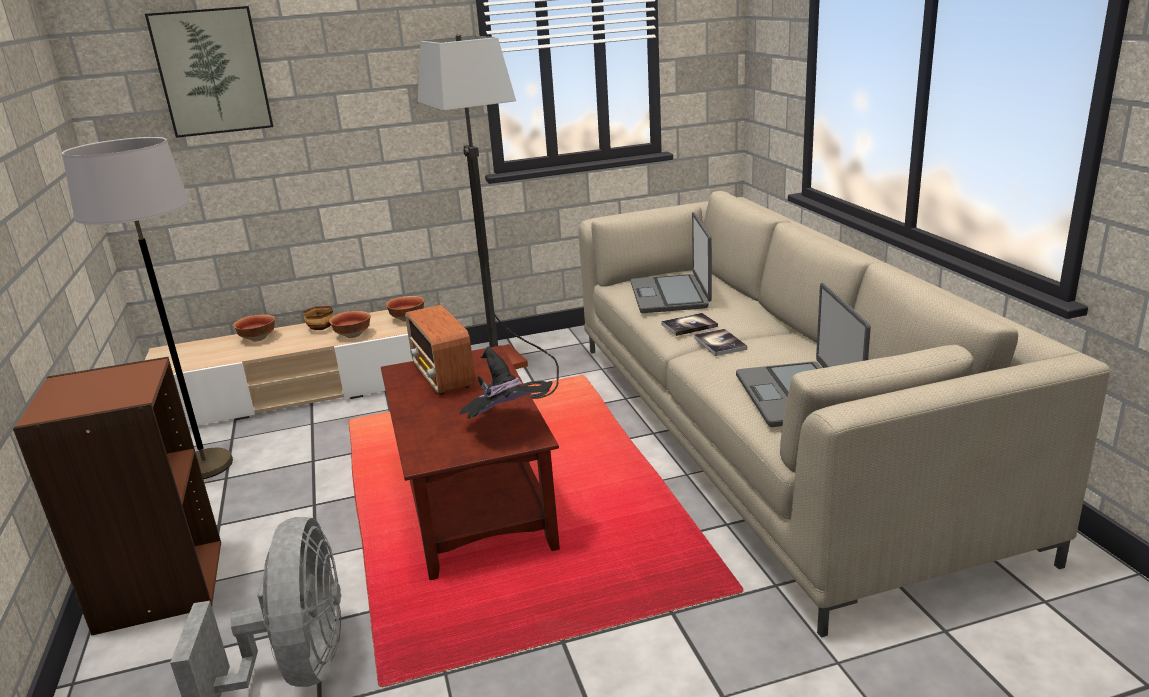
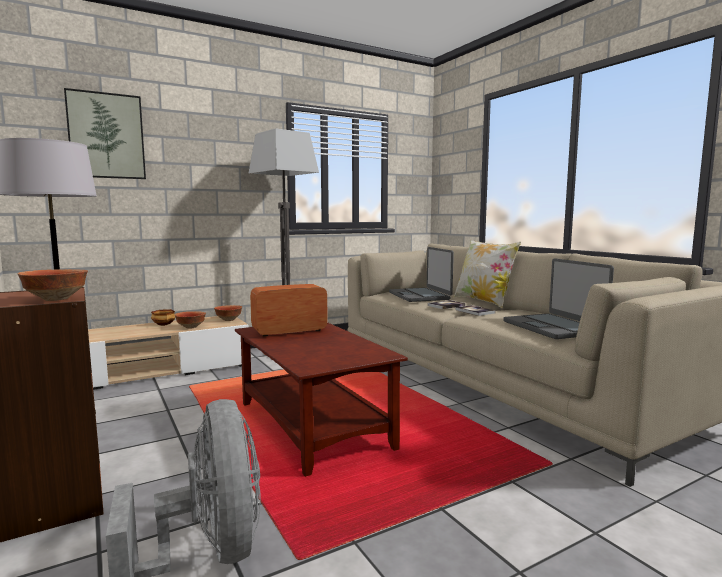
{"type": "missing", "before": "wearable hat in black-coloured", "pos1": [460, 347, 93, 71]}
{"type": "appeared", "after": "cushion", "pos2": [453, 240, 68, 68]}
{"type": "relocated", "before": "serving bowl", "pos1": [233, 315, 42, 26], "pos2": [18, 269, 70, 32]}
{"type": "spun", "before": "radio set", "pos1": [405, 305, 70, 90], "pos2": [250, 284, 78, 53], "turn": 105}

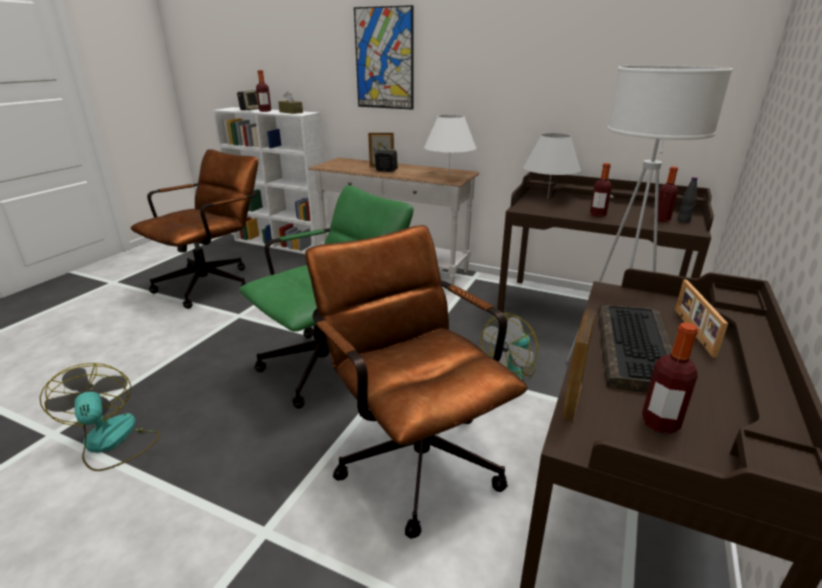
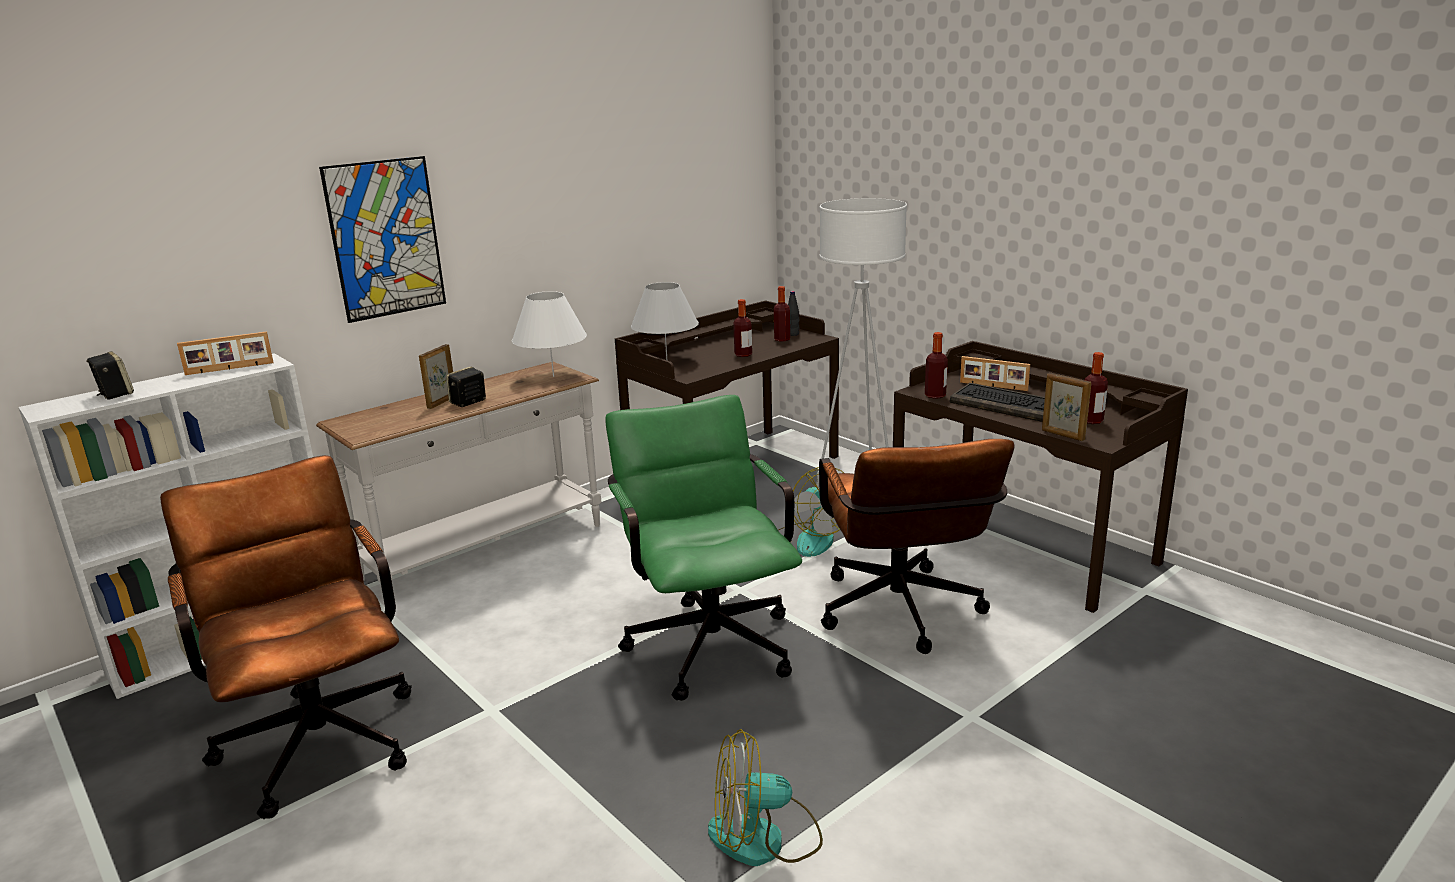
{"type": "relocated", "before": "bottle", "pos1": [256, 70, 15, 42], "pos2": [925, 332, 23, 67]}
{"type": "exchanged", "before": "tissue holder in brownish", "after": "standing frame", "pos1": [278, 91, 25, 23], "pos2": [177, 331, 97, 44]}
{"type": "spun", "before": "computer chair in brownish", "pos1": [305, 225, 223, 314], "pos2": [819, 439, 195, 215], "turn": -90}

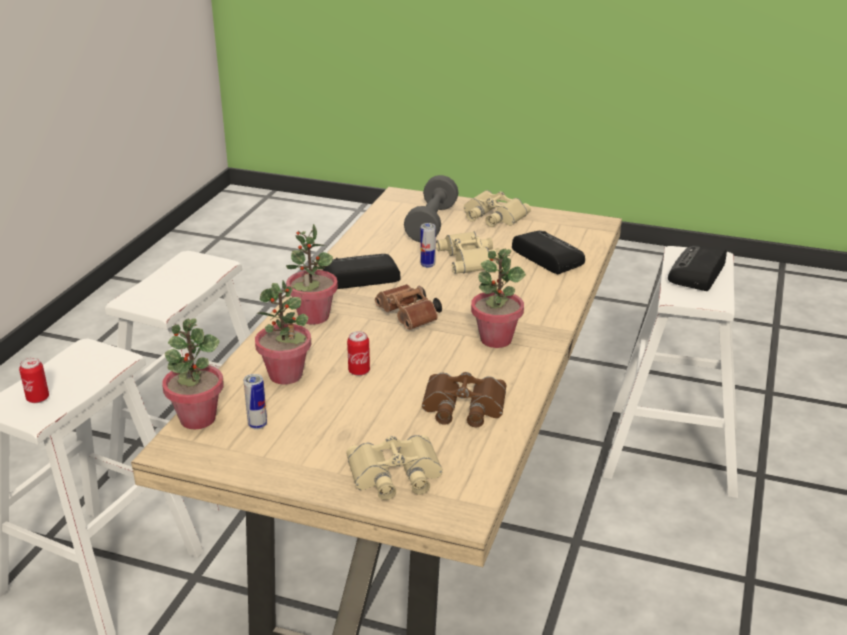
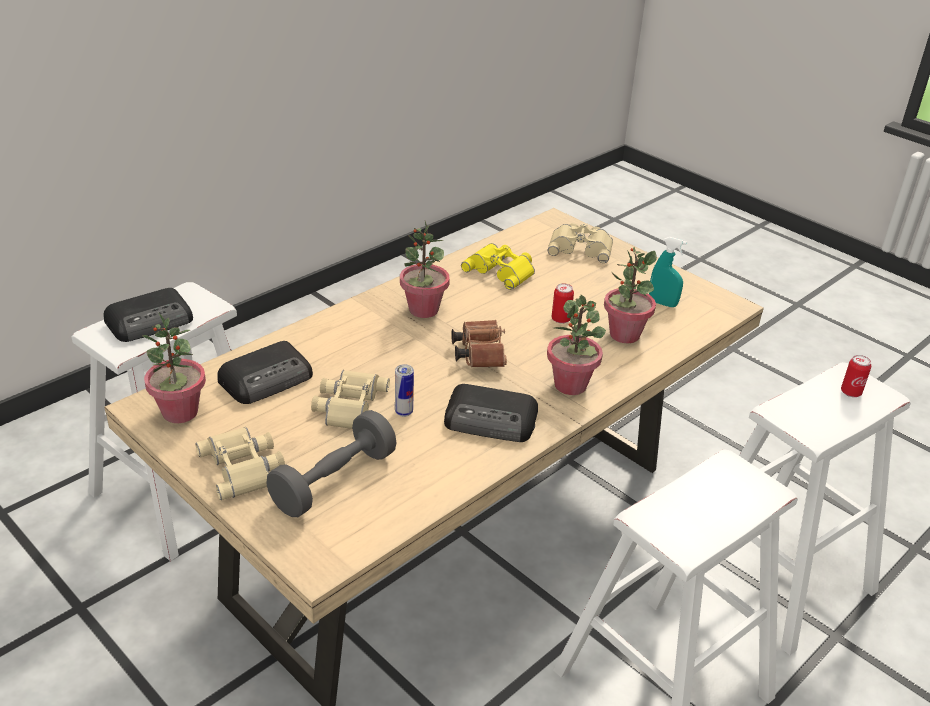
{"type": "relocated", "before": "houseplant", "pos1": [162, 318, 62, 111], "pos2": [142, 313, 64, 110]}
{"type": "exchanged", "before": "can", "after": "spray bottle in turquoise", "pos1": [244, 374, 23, 56], "pos2": [649, 237, 38, 70]}
{"type": "colour", "before": "binoculars in brownish", "after": "binoculars in yellow", "pos1": [422, 372, 84, 55], "pos2": [461, 243, 74, 47]}
{"type": "spun", "before": "radio set", "pos1": [512, 231, 73, 43], "pos2": [217, 341, 96, 63], "turn": -120}

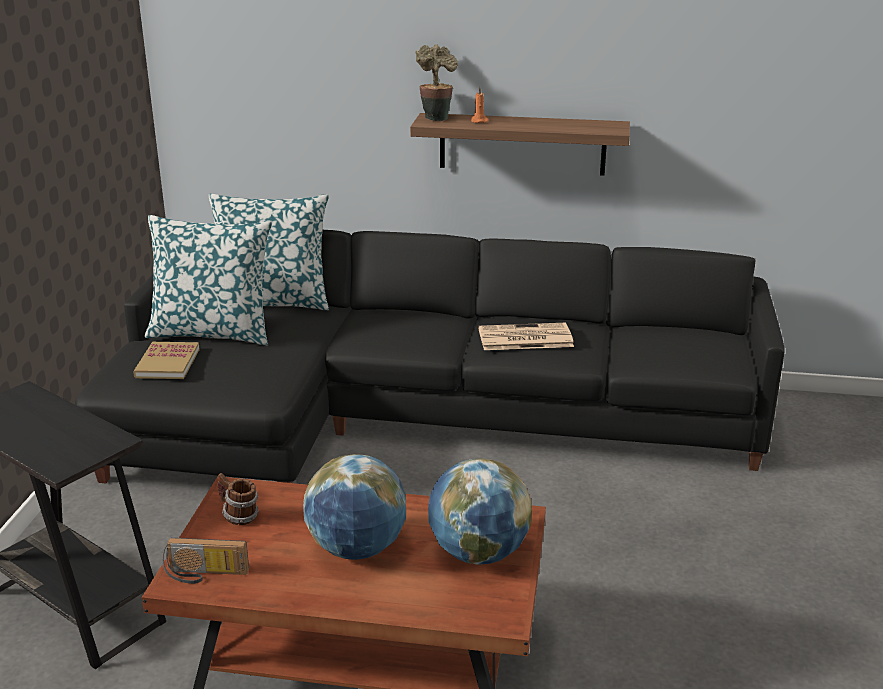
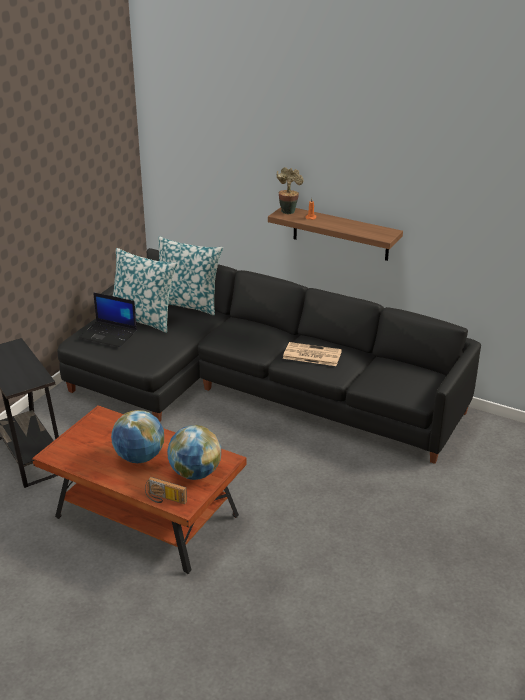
{"type": "missing", "before": "coffee mug", "pos1": [217, 473, 42, 52]}
{"type": "relocated", "before": "radio set", "pos1": [162, 538, 87, 46], "pos2": [145, 477, 42, 27]}
{"type": "exchanged", "before": "book", "after": "portable computer", "pos1": [133, 342, 67, 37], "pos2": [79, 292, 58, 55]}

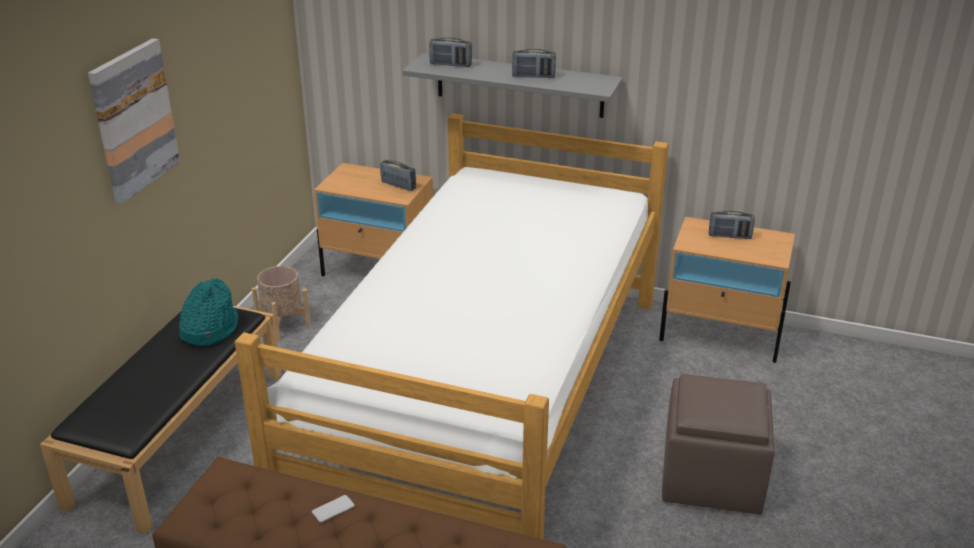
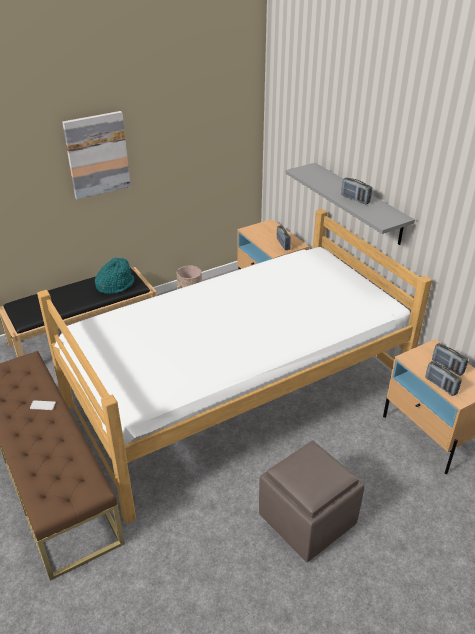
{"type": "relocated", "before": "radio set", "pos1": [429, 38, 43, 29], "pos2": [425, 361, 37, 35]}

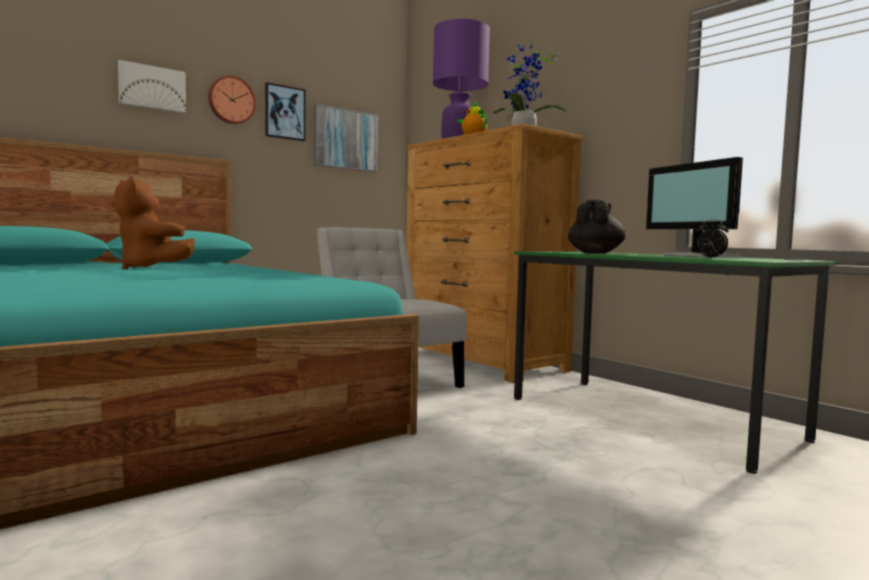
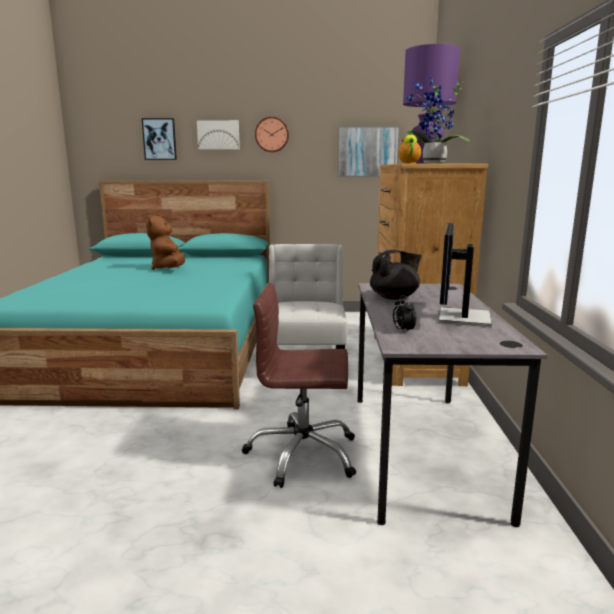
{"type": "appeared", "after": "computer chair in brownish", "pos2": [242, 283, 114, 205]}
{"type": "relocated", "before": "wall art", "pos1": [265, 82, 40, 59], "pos2": [142, 118, 35, 42]}
{"type": "colour", "before": "desk in green-coloured", "after": "desk in greyish", "pos1": [514, 251, 322, 223], "pos2": [357, 283, 191, 244]}

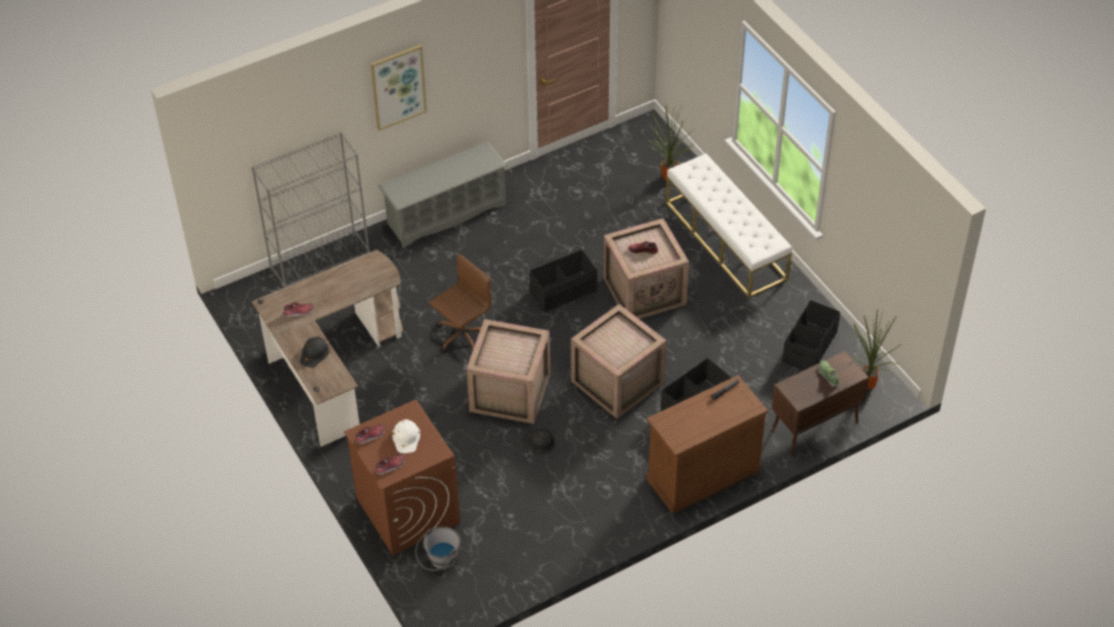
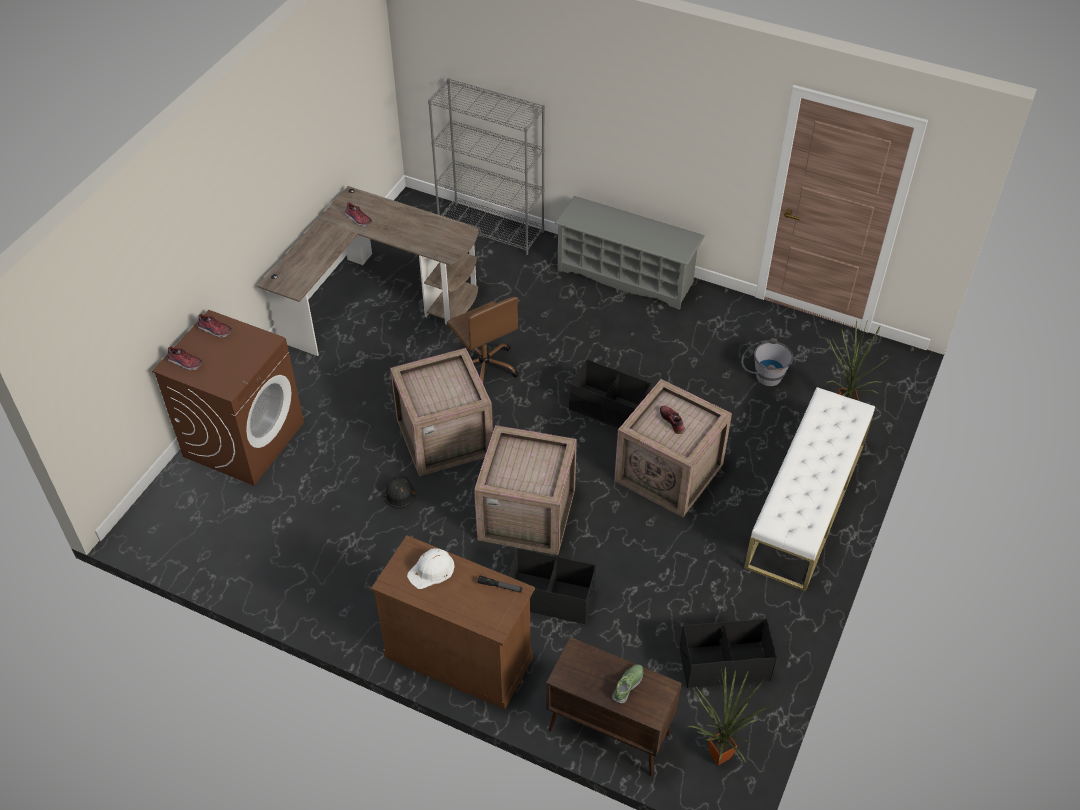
{"type": "missing", "before": "hard hat in black-coloured", "pos1": [300, 337, 30, 31]}
{"type": "missing", "before": "wall art", "pos1": [371, 45, 56, 86]}
{"type": "relocated", "before": "hard hat in white", "pos1": [392, 419, 28, 34], "pos2": [407, 548, 48, 41]}
{"type": "relocated", "before": "pail in greyish", "pos1": [415, 527, 46, 44], "pos2": [741, 338, 52, 48]}
{"type": "spun", "before": "computer chair in brownish", "pos1": [429, 254, 62, 100], "pos2": [447, 297, 72, 86], "turn": 45}

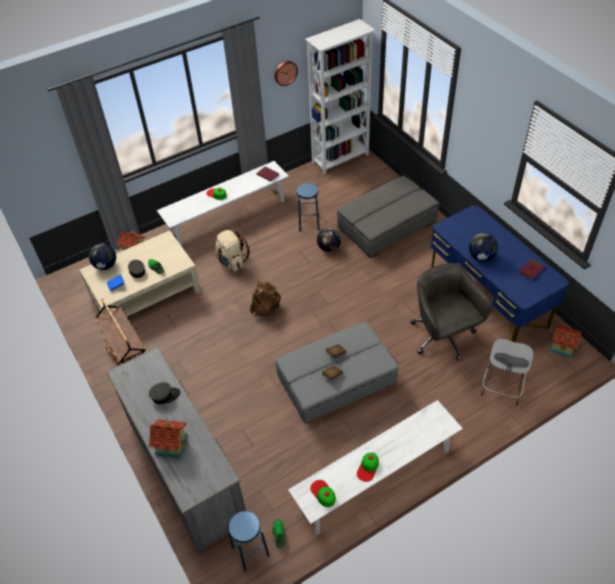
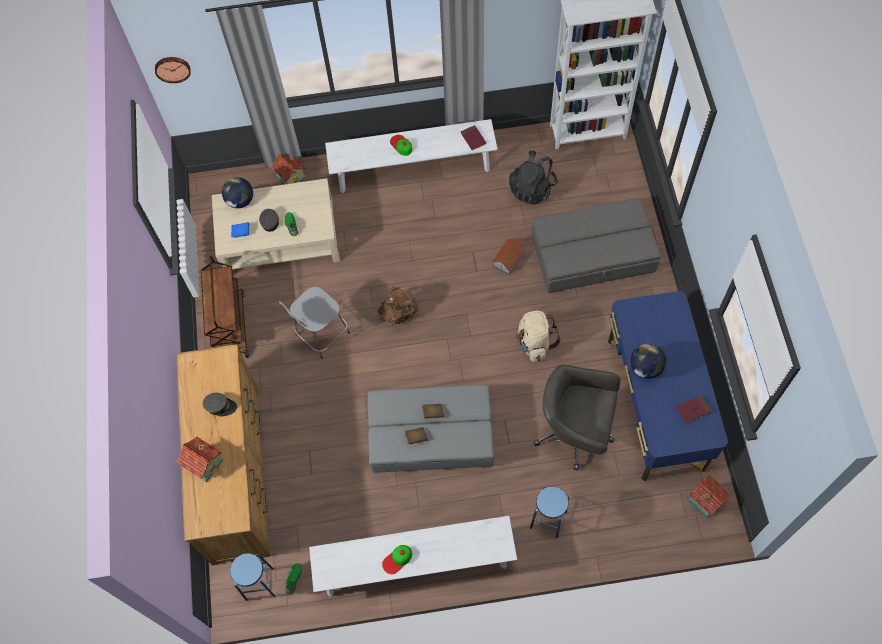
{"type": "missing", "before": "peaked cap", "pos1": [310, 480, 26, 27]}
{"type": "appeared", "after": "knapsack in black-coloured", "pos2": [509, 150, 49, 55]}
{"type": "relocated", "before": "knapsack in beige-coloured", "pos1": [215, 230, 35, 41], "pos2": [515, 311, 46, 51]}
{"type": "relocated", "before": "hanging clock", "pos1": [275, 61, 23, 25], "pos2": [155, 57, 36, 26]}
{"type": "relocated", "before": "stool seat in blue", "pos1": [297, 183, 23, 48], "pos2": [530, 487, 39, 52]}
{"type": "relocated", "before": "stool seat in greyish", "pos1": [481, 339, 52, 66], "pos2": [279, 287, 71, 72]}
{"type": "exchanged", "before": "desk globe", "after": "miniature house", "pos1": [317, 228, 24, 24], "pos2": [492, 239, 33, 36]}
{"type": "colour", "before": "drawer chest in greyish", "after": "drawer chest in brownish", "pos1": [106, 346, 140, 209], "pos2": [177, 344, 94, 221]}
{"type": "spun", "before": "computer chair in greyish", "pos1": [411, 263, 81, 97], "pos2": [534, 364, 87, 107], "turn": -75}

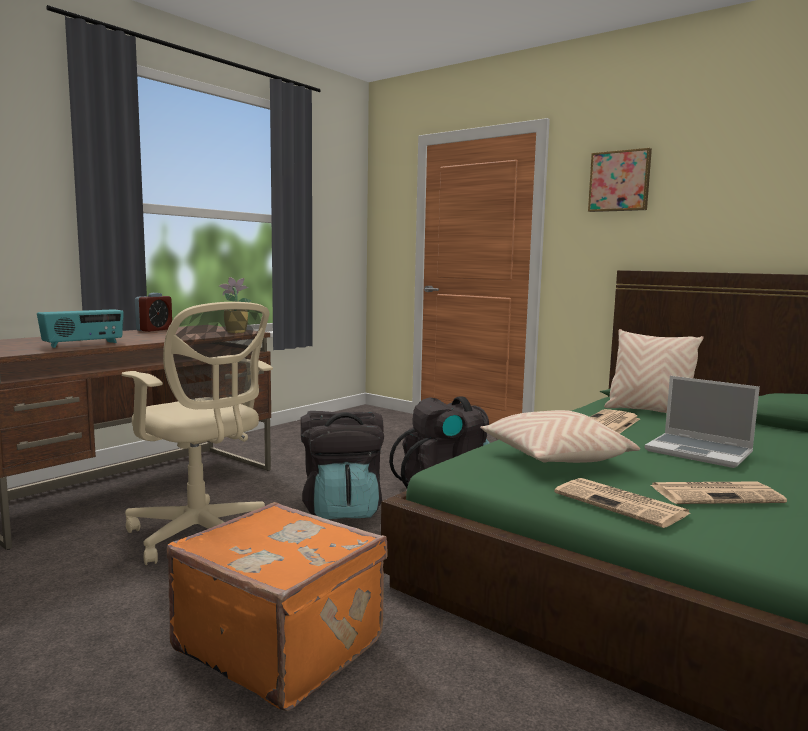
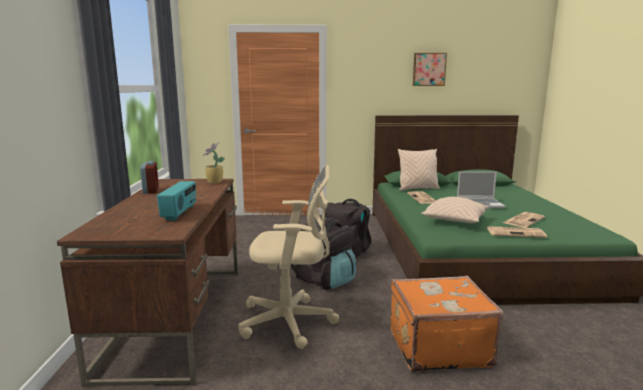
{"type": "relocated", "before": "wall art", "pos1": [588, 148, 64, 64], "pos2": [413, 53, 34, 33]}

